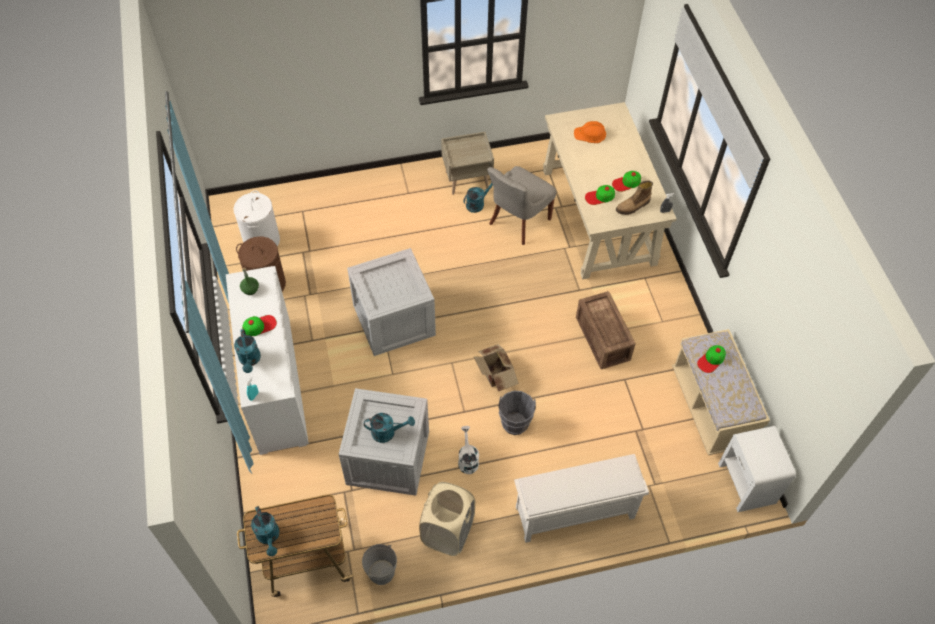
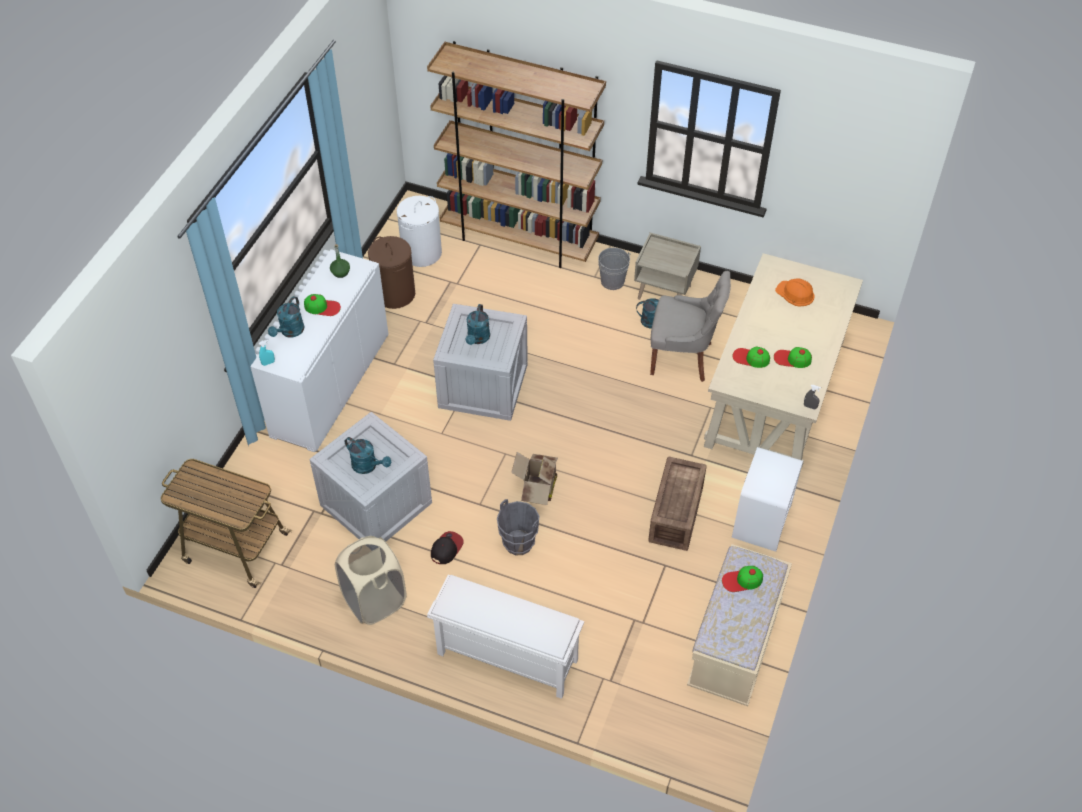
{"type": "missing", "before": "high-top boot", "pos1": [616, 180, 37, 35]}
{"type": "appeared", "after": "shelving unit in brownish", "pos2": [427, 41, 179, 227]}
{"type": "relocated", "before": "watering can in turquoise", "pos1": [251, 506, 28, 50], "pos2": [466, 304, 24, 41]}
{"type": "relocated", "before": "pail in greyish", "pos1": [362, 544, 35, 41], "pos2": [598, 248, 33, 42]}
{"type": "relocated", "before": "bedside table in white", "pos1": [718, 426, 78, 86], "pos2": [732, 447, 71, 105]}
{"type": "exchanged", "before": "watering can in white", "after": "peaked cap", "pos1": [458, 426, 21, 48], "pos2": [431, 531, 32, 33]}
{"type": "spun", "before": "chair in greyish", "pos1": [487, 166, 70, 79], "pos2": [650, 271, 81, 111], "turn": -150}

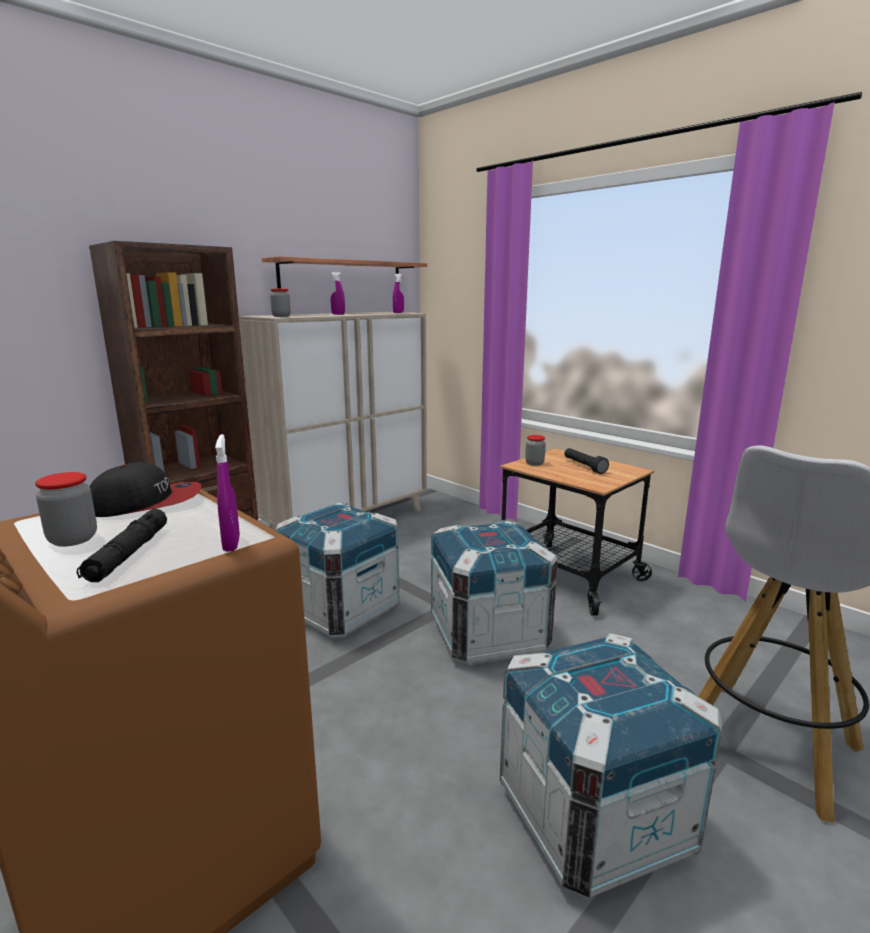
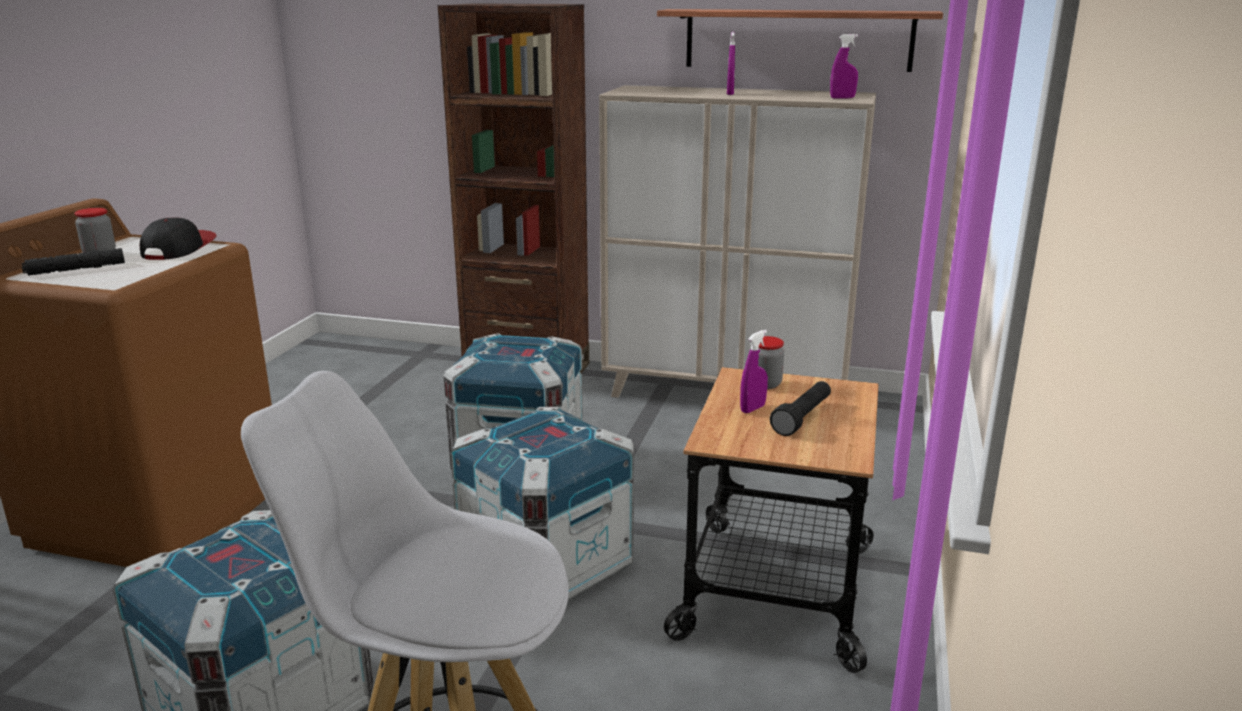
{"type": "missing", "before": "storage jar", "pos1": [270, 289, 20, 28]}
{"type": "relocated", "before": "spray bottle in purplish", "pos1": [215, 434, 25, 118], "pos2": [740, 330, 28, 83]}
{"type": "spun", "before": "peaked cap", "pos1": [90, 462, 111, 55], "pos2": [140, 218, 76, 42], "turn": -120}

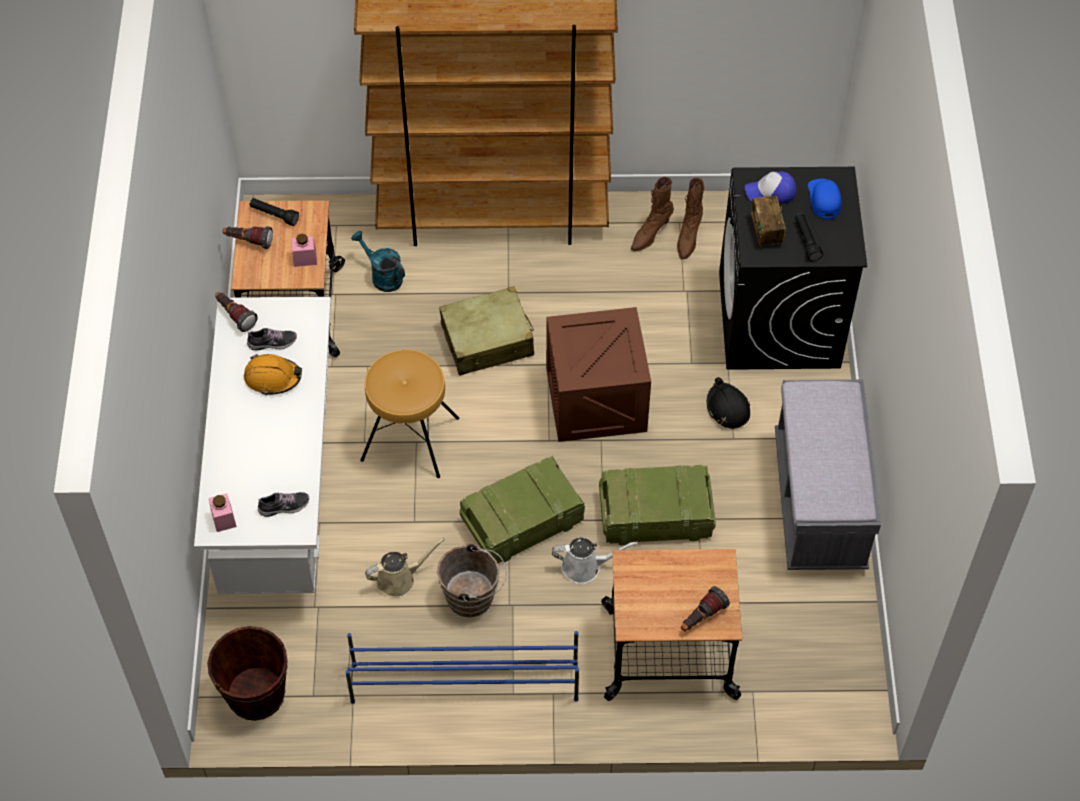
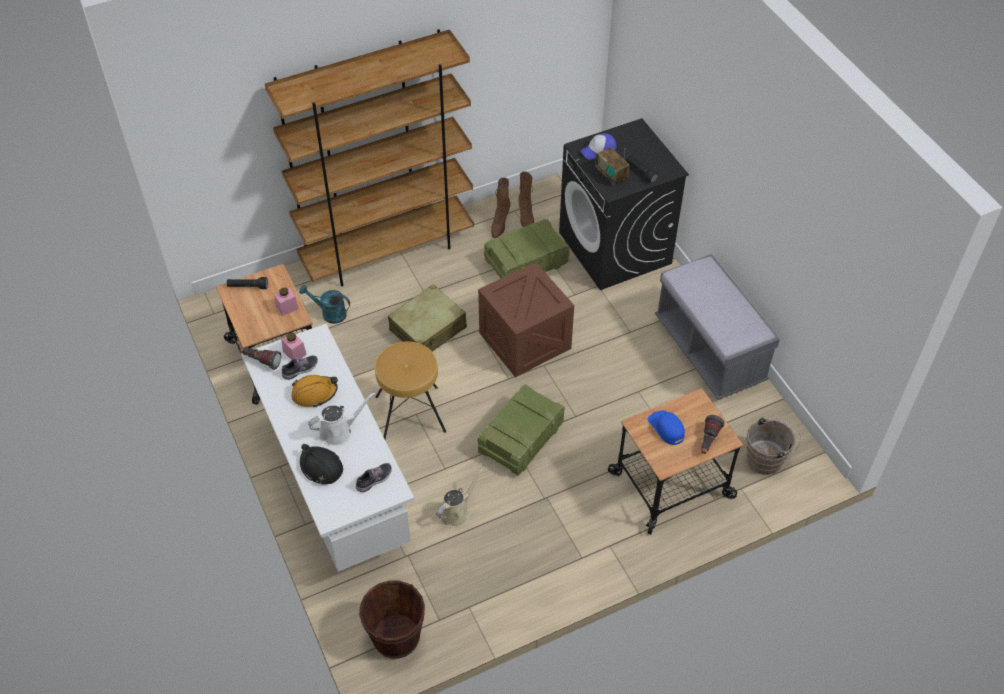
{"type": "missing", "before": "torch", "pos1": [223, 226, 50, 23]}
{"type": "missing", "before": "shoe stand in blue", "pos1": [346, 631, 233, 73]}
{"type": "relocated", "before": "storage jar in pinkish", "pos1": [209, 493, 28, 39], "pos2": [281, 332, 26, 28]}
{"type": "relocated", "before": "pail in brownish", "pos1": [437, 543, 70, 75], "pos2": [746, 417, 55, 58]}
{"type": "relocated", "before": "watering can in white", "pos1": [552, 538, 86, 46], "pos2": [308, 392, 68, 54]}
{"type": "relocated", "before": "crate", "pos1": [599, 465, 117, 80], "pos2": [484, 219, 85, 59]}
{"type": "relocated", "before": "hard hat in black-coloured", "pos1": [707, 377, 43, 52], "pos2": [300, 444, 43, 41]}
{"type": "relocated", "before": "peaked cap in blue", "pos1": [808, 178, 33, 41], "pos2": [648, 410, 37, 35]}

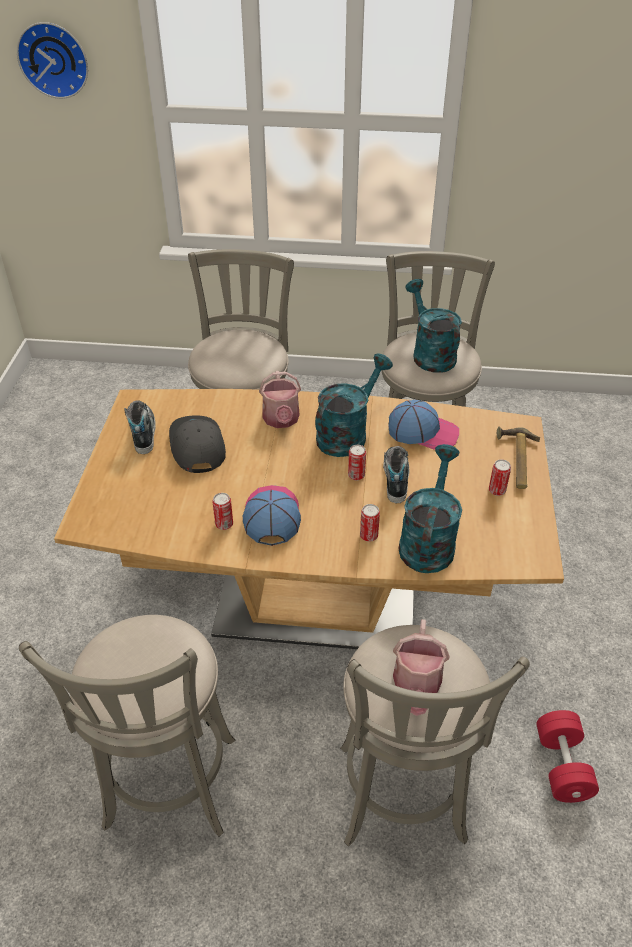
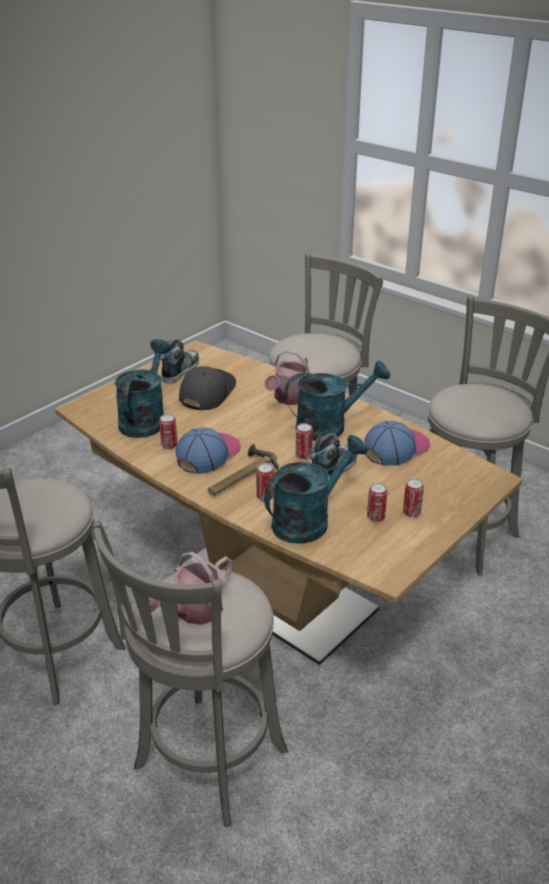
{"type": "missing", "before": "hanging clock", "pos1": [17, 22, 71, 77]}
{"type": "missing", "before": "dumbbell in red", "pos1": [536, 710, 63, 93]}
{"type": "appeared", "after": "can", "pos2": [367, 483, 20, 39]}
{"type": "relocated", "before": "watering can in turquoise", "pos1": [405, 279, 57, 94], "pos2": [115, 339, 55, 99]}
{"type": "relocated", "before": "tool hammer", "pos1": [497, 427, 43, 62], "pos2": [208, 444, 71, 51]}
{"type": "spun", "before": "peaked cap", "pos1": [388, 400, 71, 50], "pos2": [365, 421, 65, 45], "turn": -90}

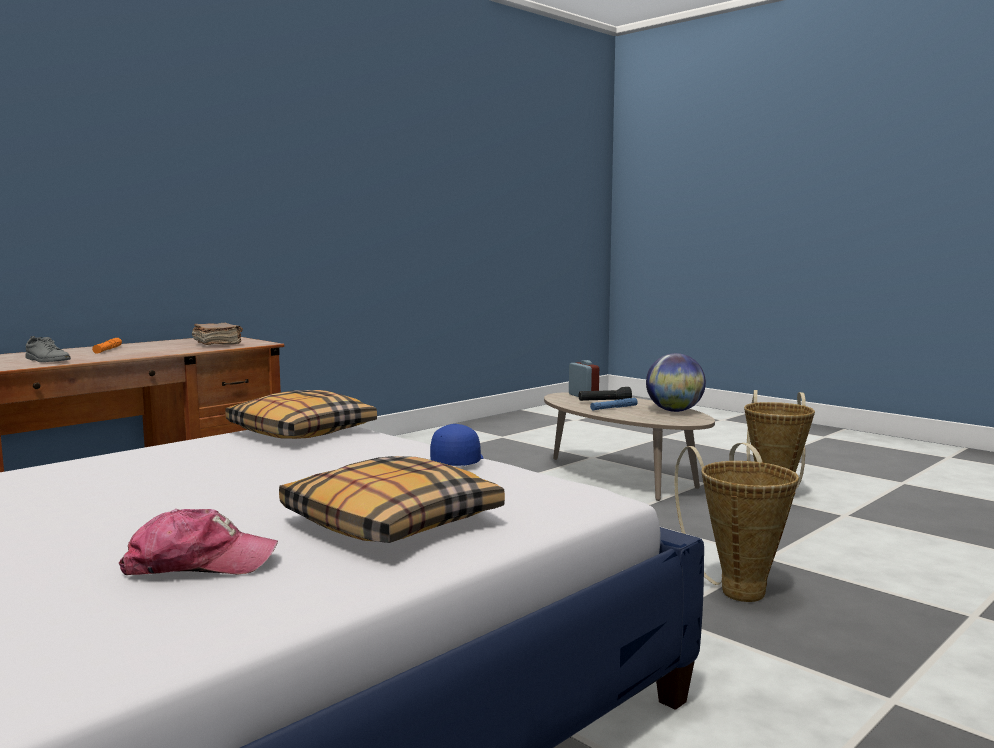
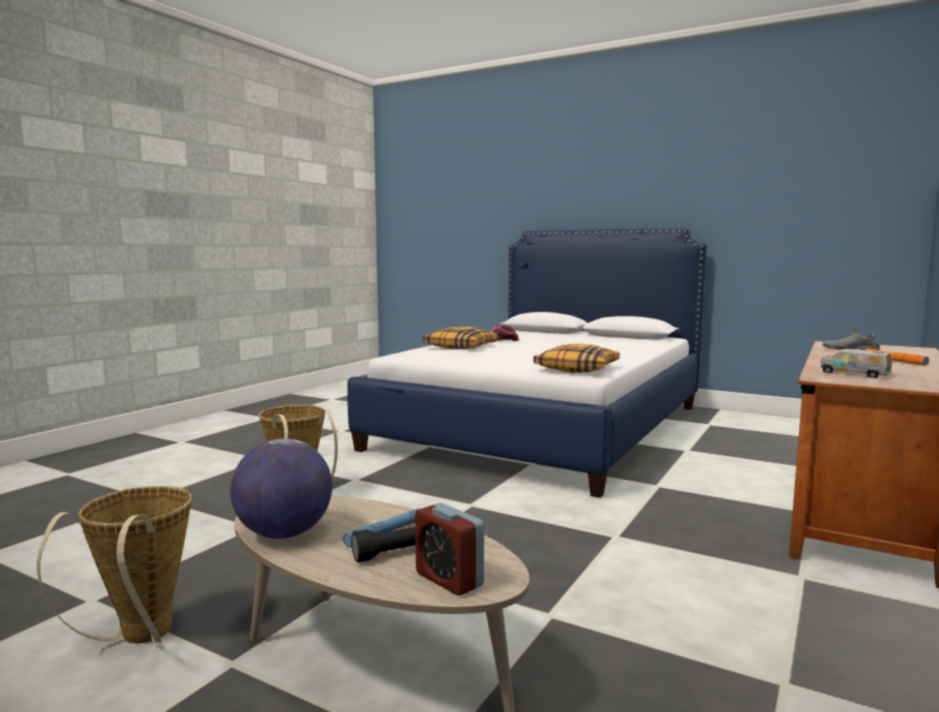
{"type": "missing", "before": "peaked cap in blue", "pos1": [430, 424, 54, 42]}
{"type": "exchanged", "before": "book in brownish", "after": "model truck", "pos1": [192, 323, 51, 22], "pos2": [820, 349, 72, 29]}

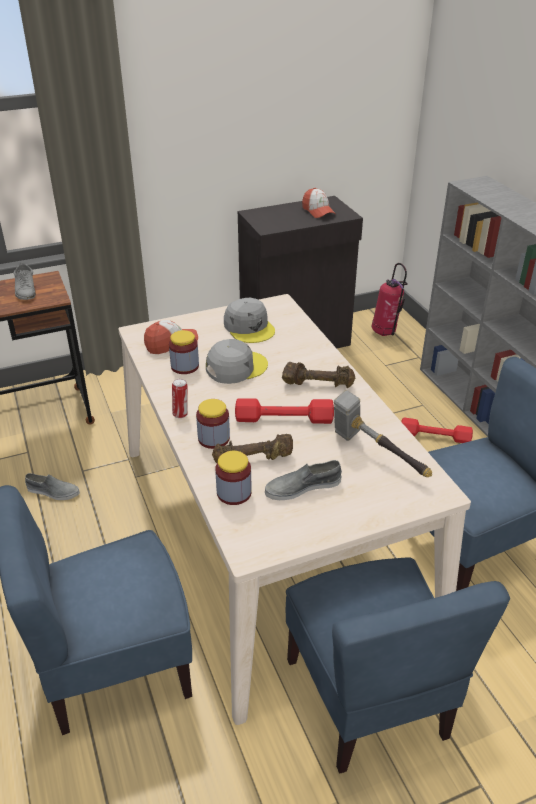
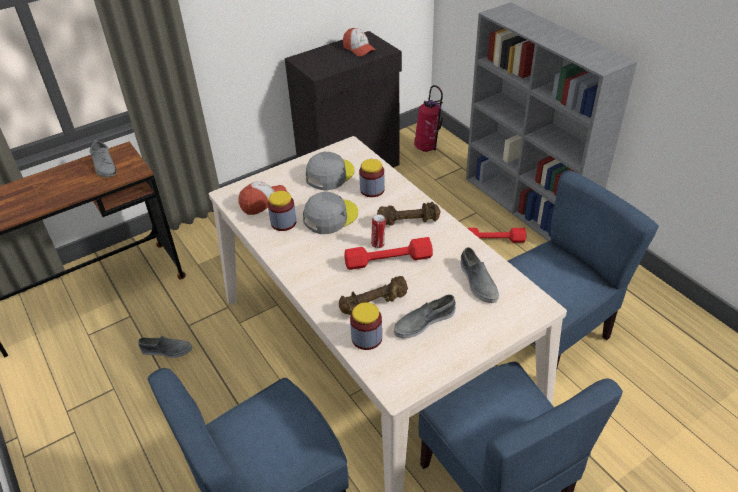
{"type": "relocated", "before": "can", "pos1": [172, 379, 16, 39], "pos2": [371, 214, 15, 34]}
{"type": "relocated", "before": "storage jar", "pos1": [196, 399, 34, 50], "pos2": [359, 159, 26, 38]}
{"type": "exchanged", "before": "tool hammer", "after": "item of footwear in greyish", "pos1": [334, 390, 98, 87], "pos2": [460, 247, 39, 56]}
{"type": "spun", "before": "peaked cap in greyish", "pos1": [224, 298, 51, 45], "pos2": [306, 152, 49, 38], "turn": -105}

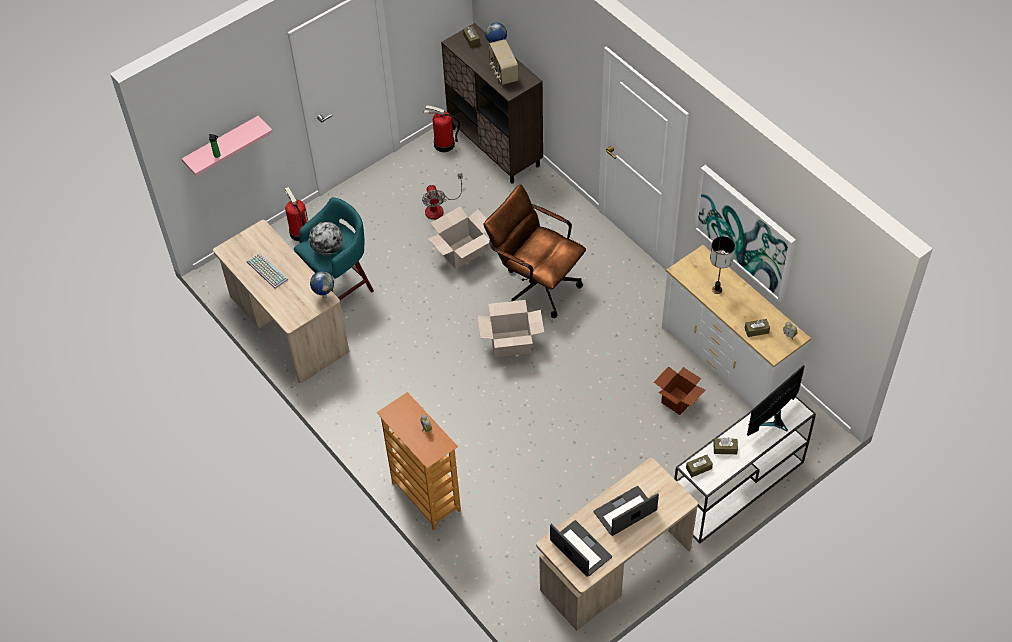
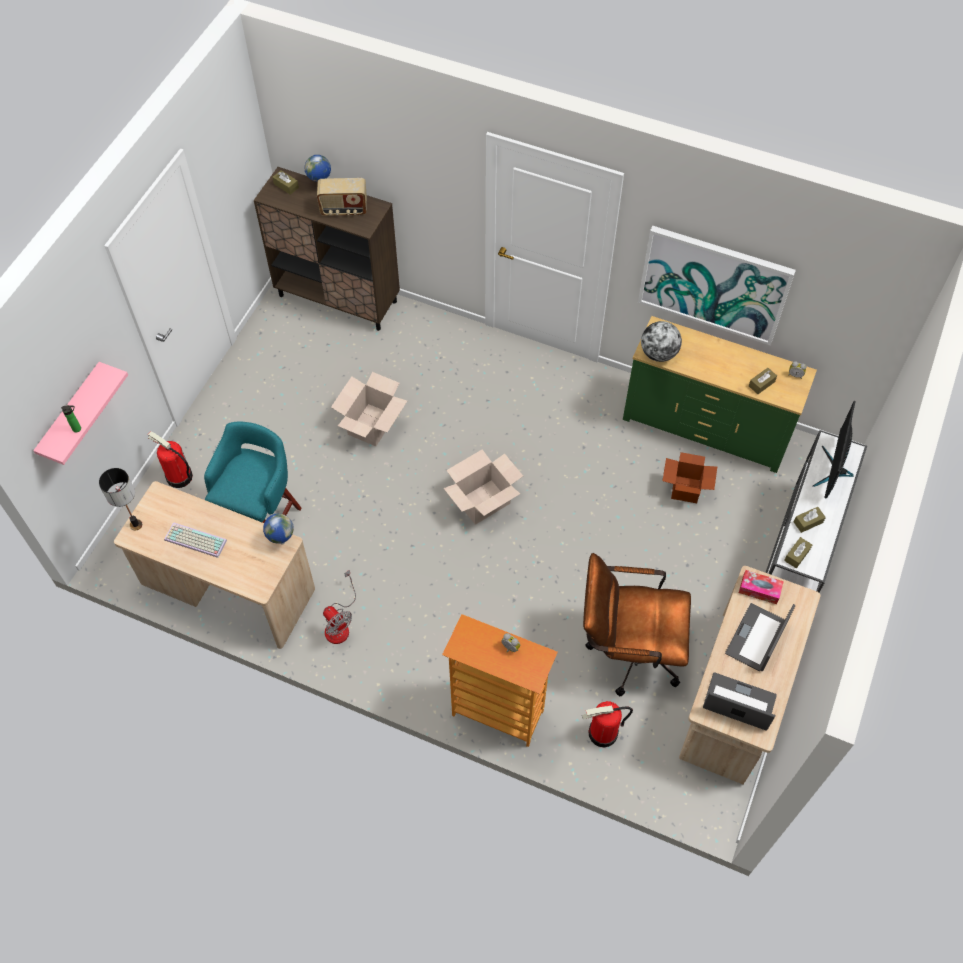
{"type": "appeared", "after": "tissue holder", "pos2": [739, 570, 45, 34]}
{"type": "relocated", "before": "desk globe", "pos1": [309, 222, 34, 34], "pos2": [641, 321, 41, 41]}
{"type": "relocated", "before": "electric fan", "pos1": [422, 173, 41, 47], "pos2": [323, 570, 33, 74]}
{"type": "relocated", "before": "fire extinguisher", "pos1": [424, 105, 36, 47], "pos2": [582, 701, 51, 46]}
{"type": "relocated", "before": "computer chair in brownish", "pos1": [484, 184, 102, 134], "pos2": [583, 553, 108, 143]}
{"type": "relocated", "before": "lamp for a table", "pos1": [710, 236, 25, 58], "pos2": [99, 468, 43, 62]}
{"type": "colour", "before": "drawer chest in white", "after": "drawer chest in green-coloured", "pos1": [662, 245, 149, 163], "pos2": [623, 316, 194, 157]}
{"type": "spun", "before": "radio set", "pos1": [489, 39, 29, 46], "pos2": [317, 178, 50, 38], "turn": -45}

